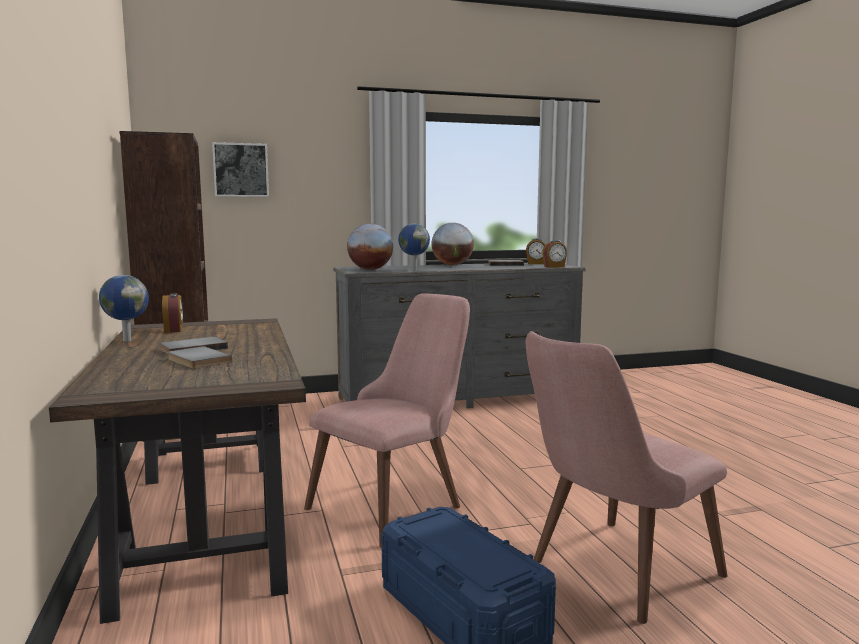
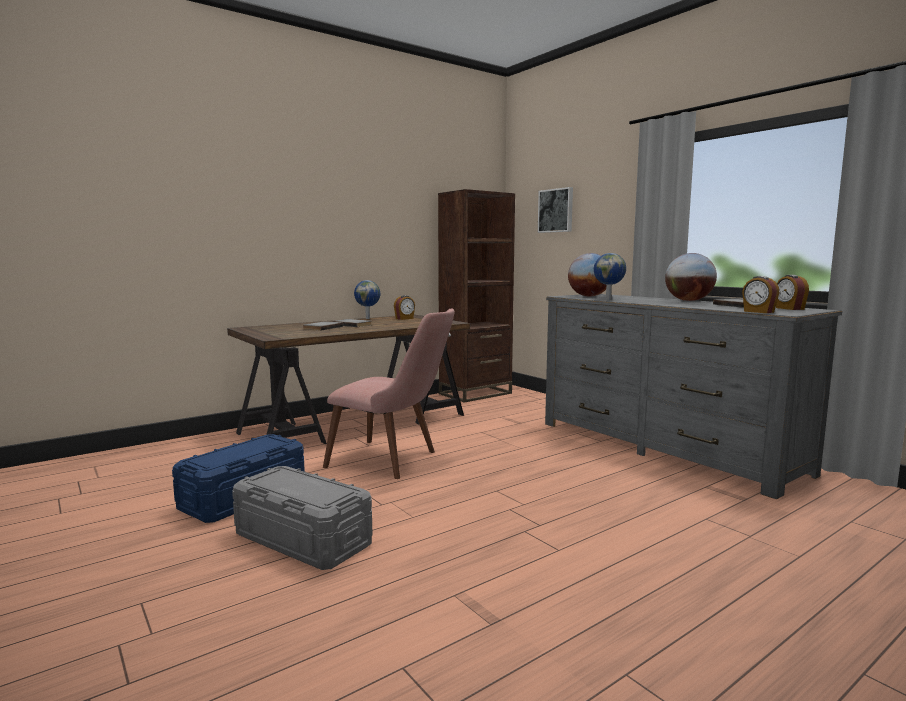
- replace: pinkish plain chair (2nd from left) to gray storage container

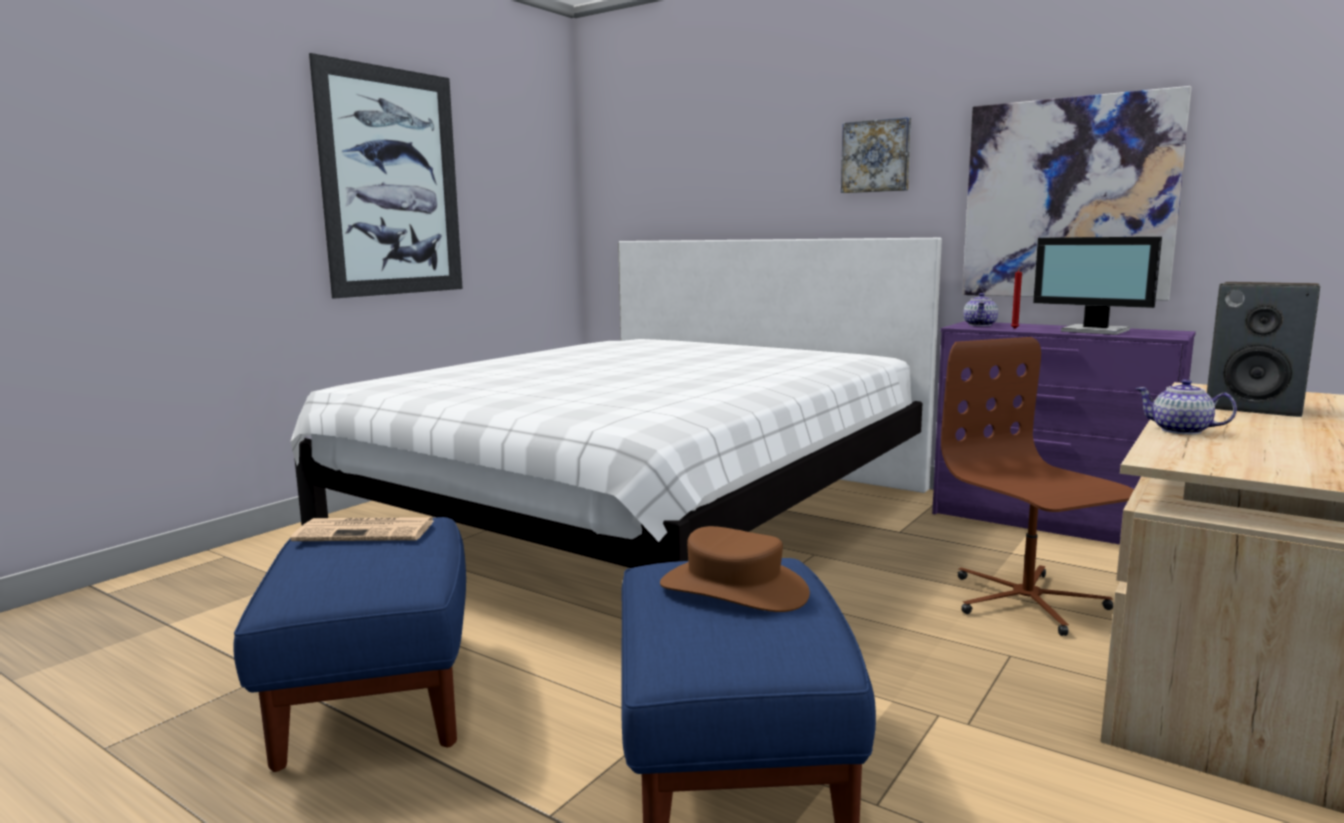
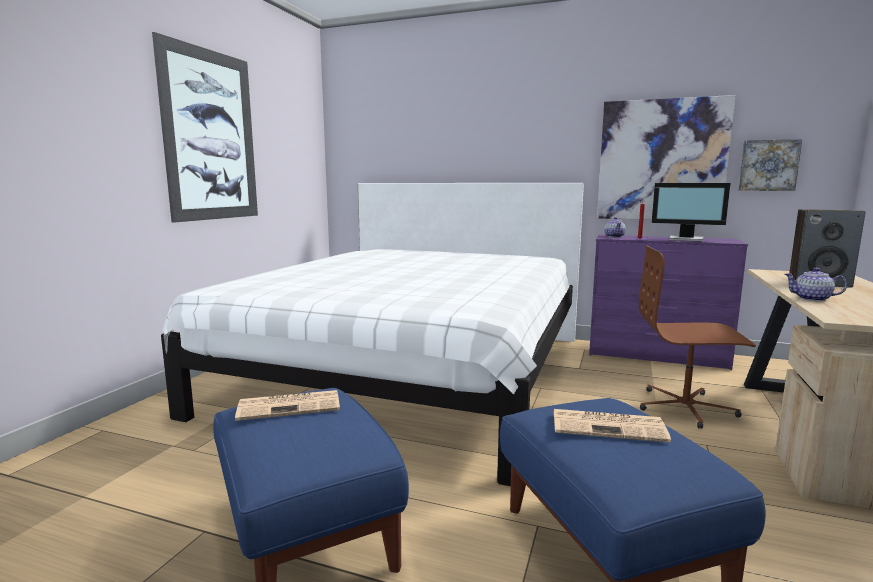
- replace: brownish hat to daily paper (2nd from left)
- rotate: brownish computer chair 45 degrees counterclockwise
- move: wall art (2nd from left in the first image) to wall art (3rd from left)

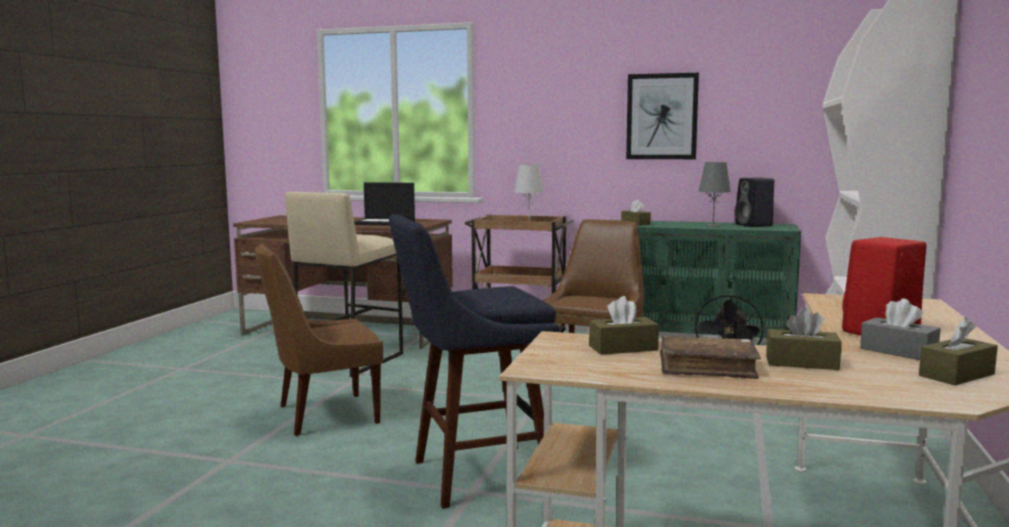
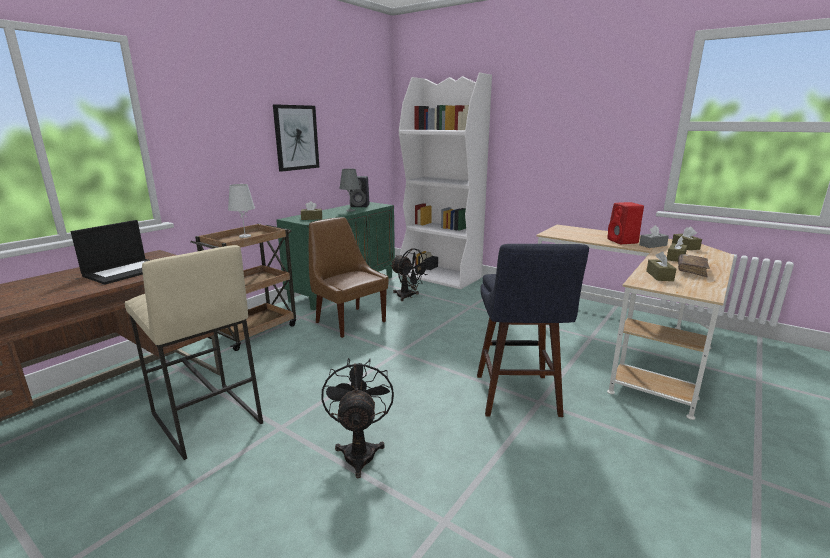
- replace: brownish plain chair (1st from left) to black-coloured cooling fan (1st from left)

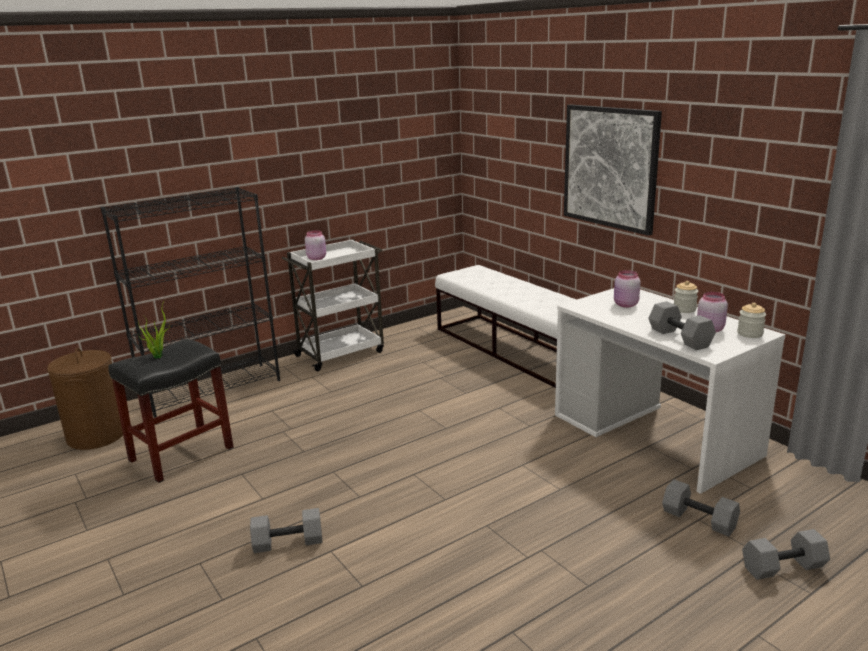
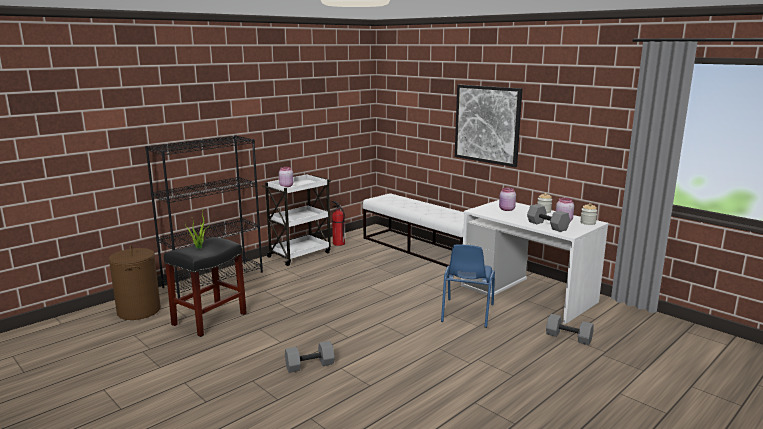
- insert: fire-fighting cylinder
- insert: bluish plain chair
- delete: gray free weight (4th from left)

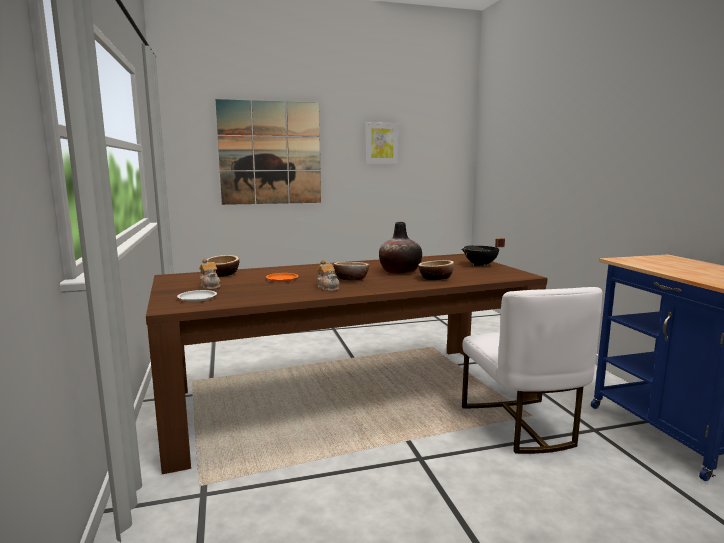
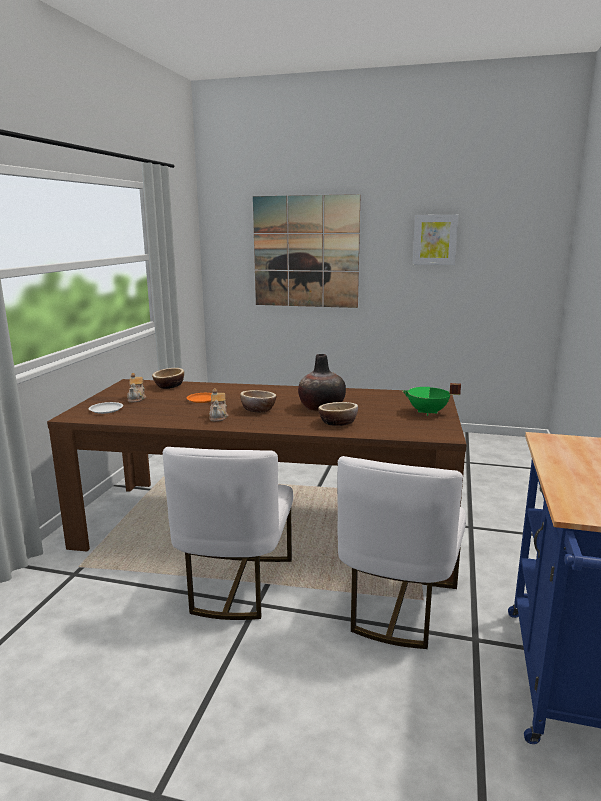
- insert: whitish plain chair (1st from left)
- recolor: black-coloured stockpot to green-coloured stockpot

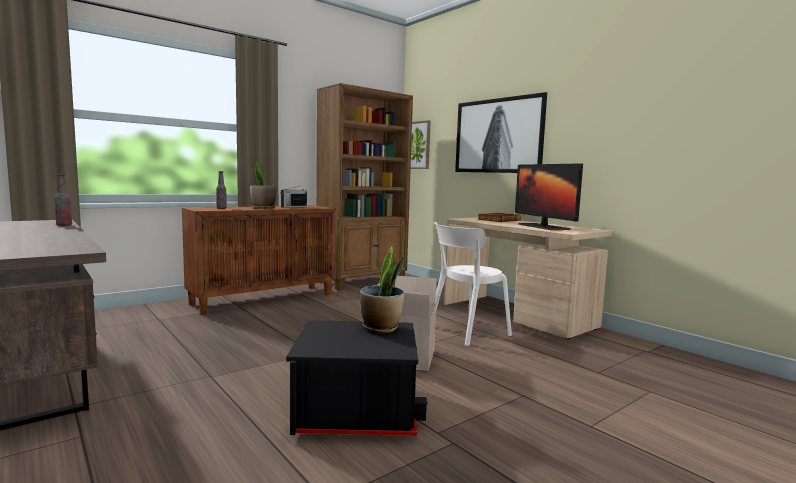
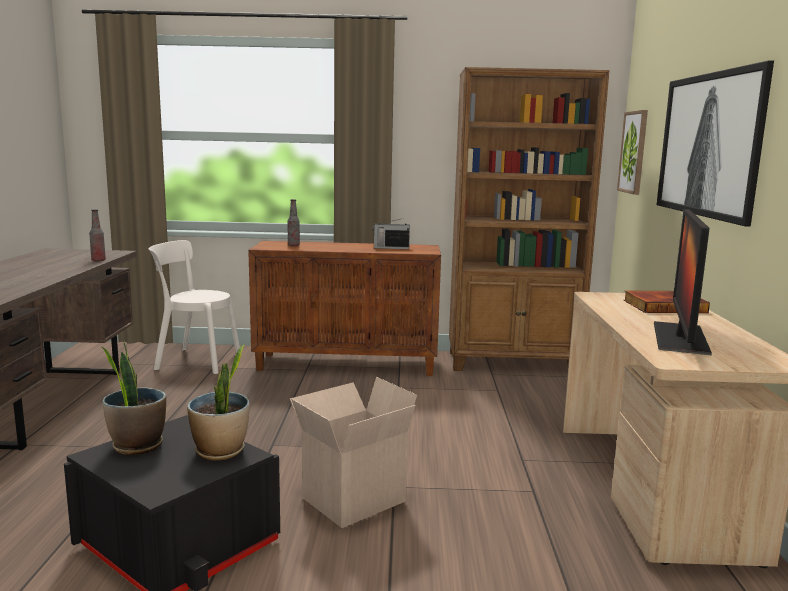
- move: plant in a pot (1st from left)
- move: whitish plain chair

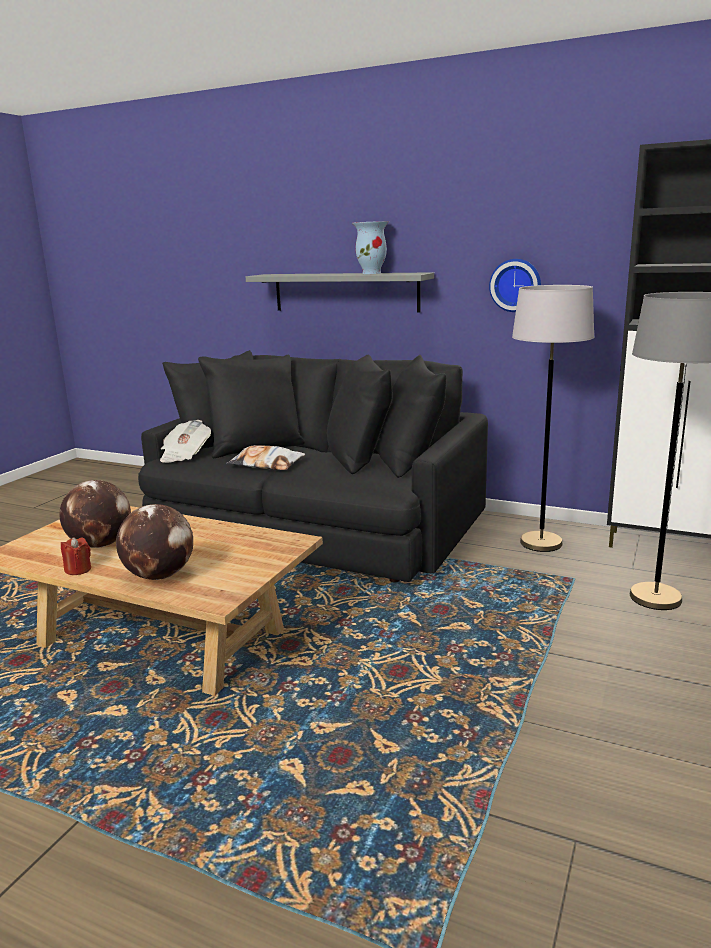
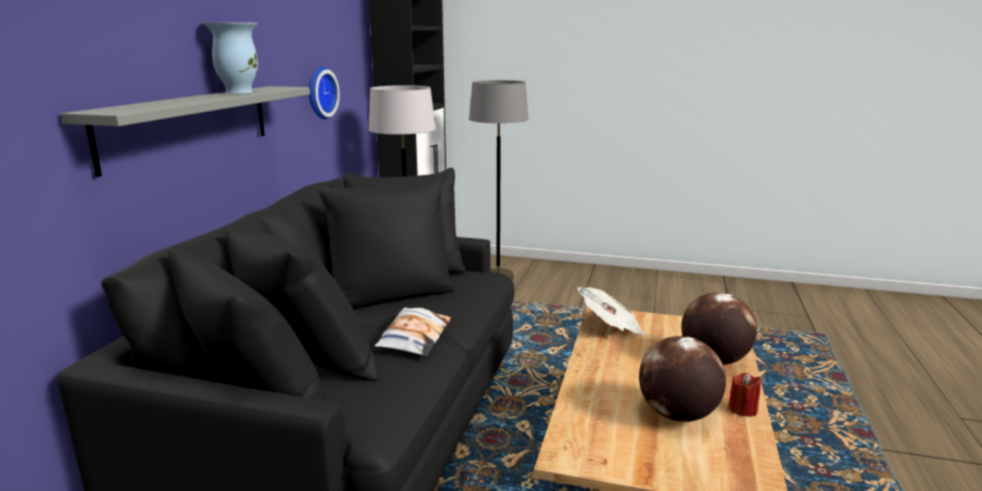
- move: daily paper

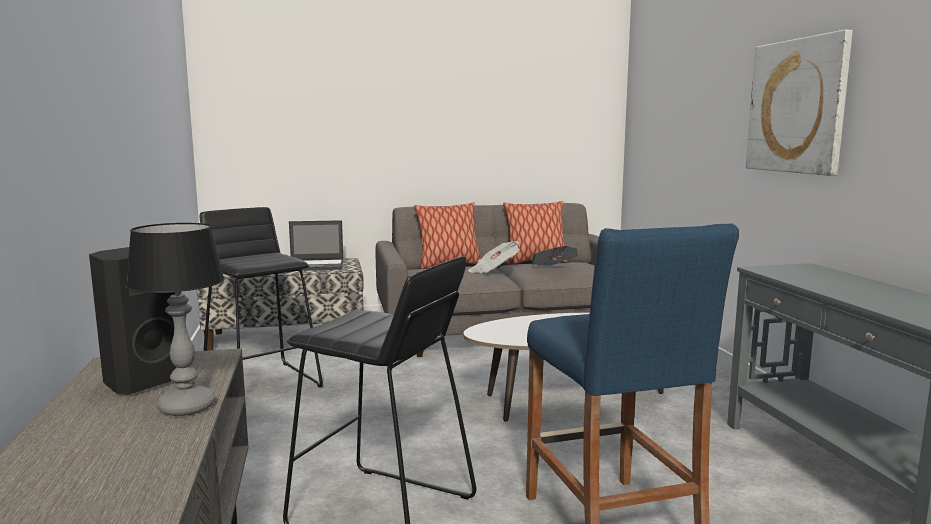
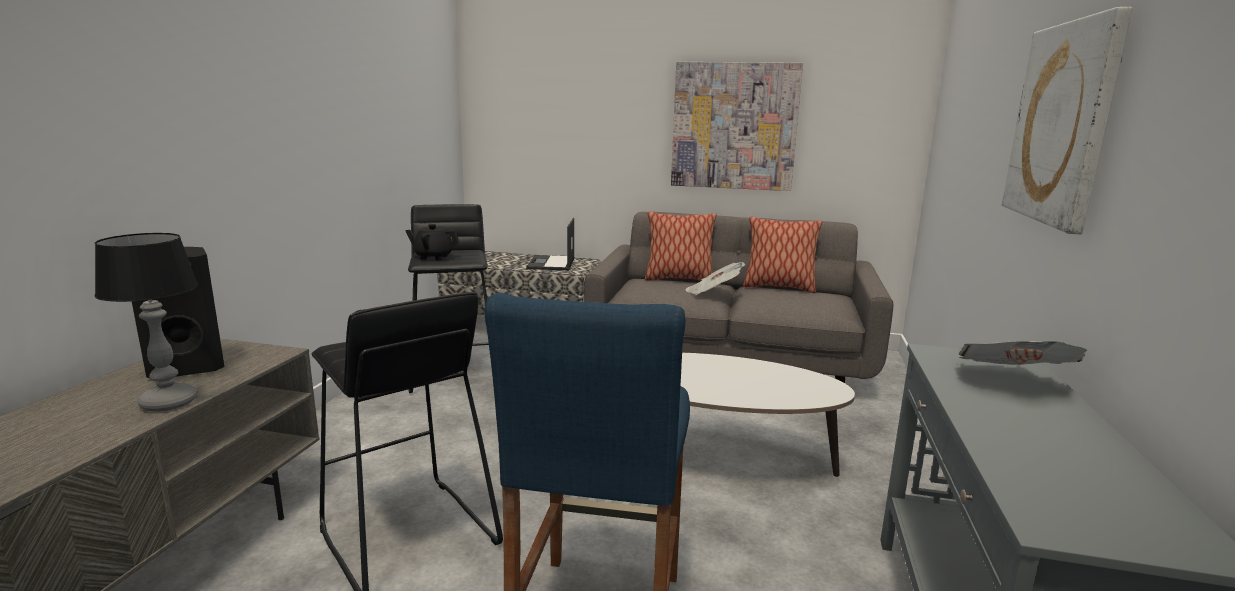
- insert: black-coloured teapot
- rotate: laptop 75 degrees clockwise
- insert: wall art (1st from left)
- move: daily paper (2nd from left)

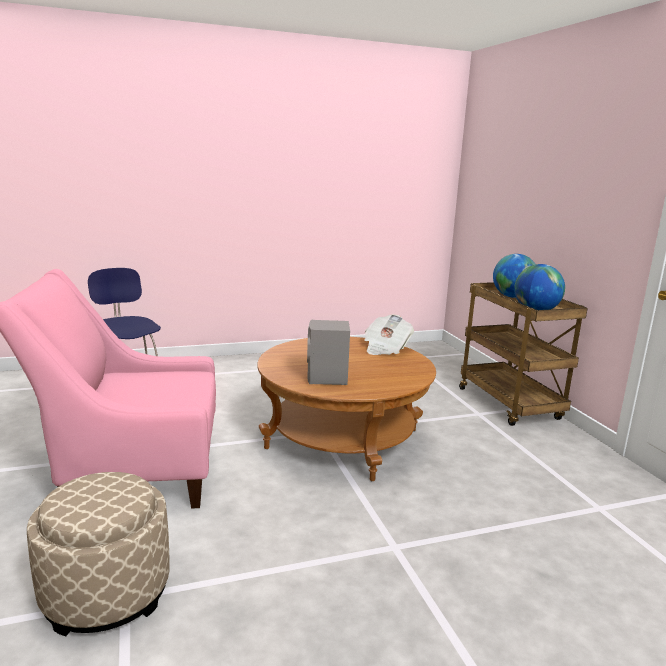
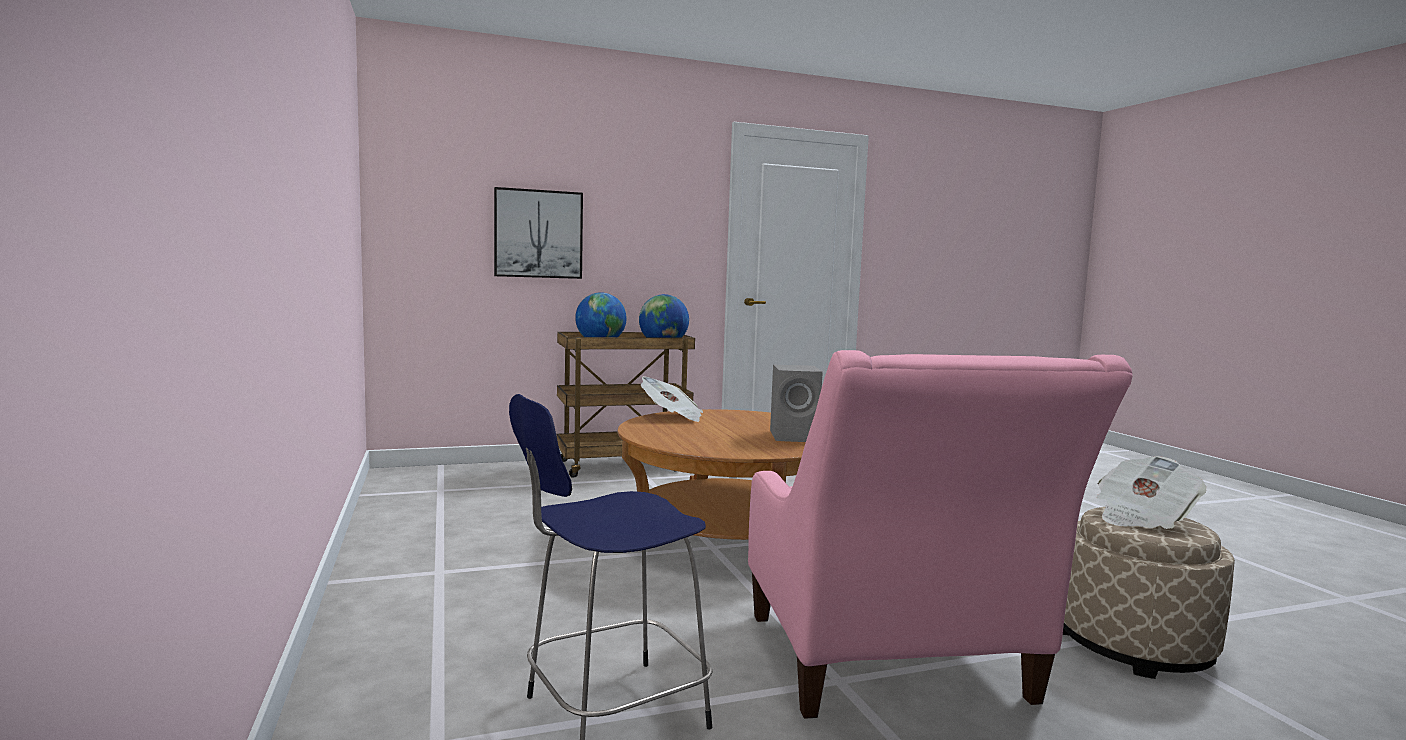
- insert: wall art
- insert: daily paper (2nd from left)

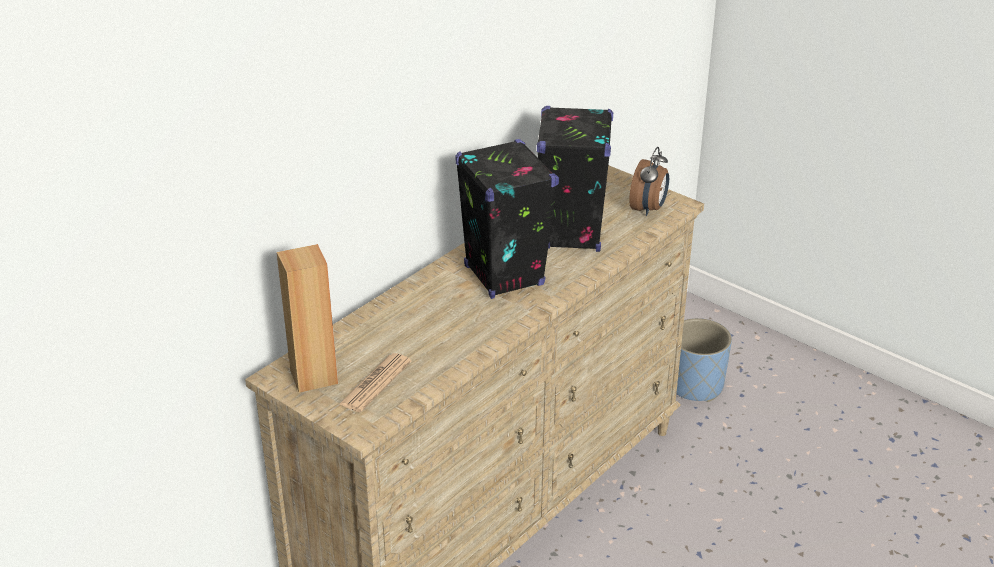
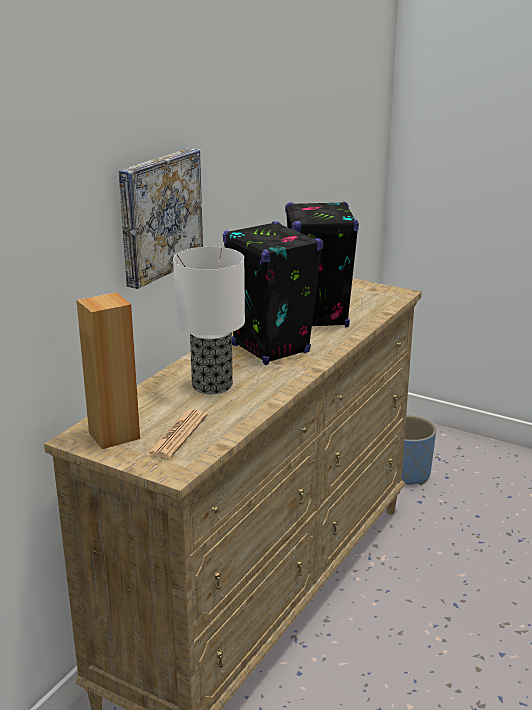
- insert: wall art
- insert: tabletop lamp
- delete: table clock

